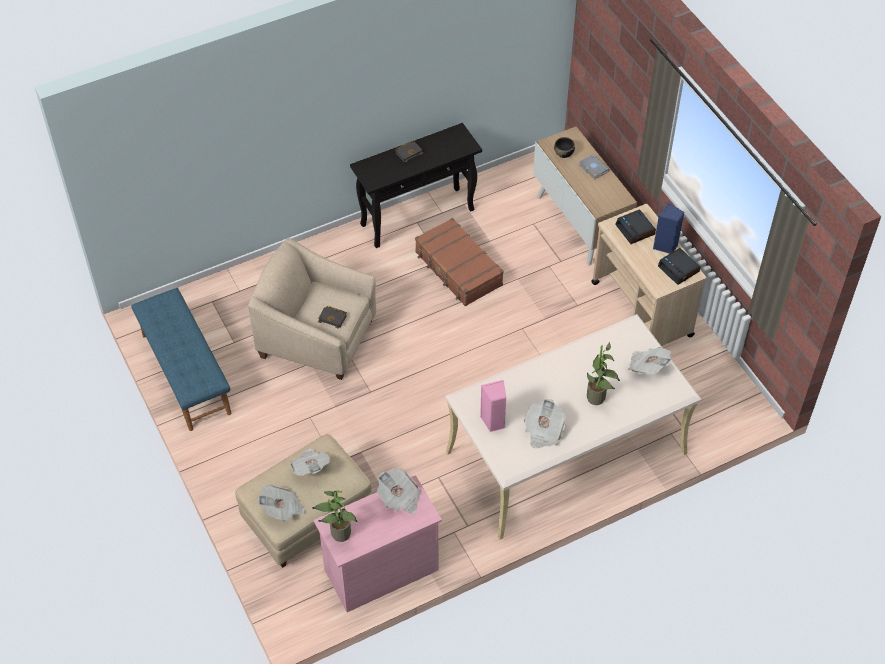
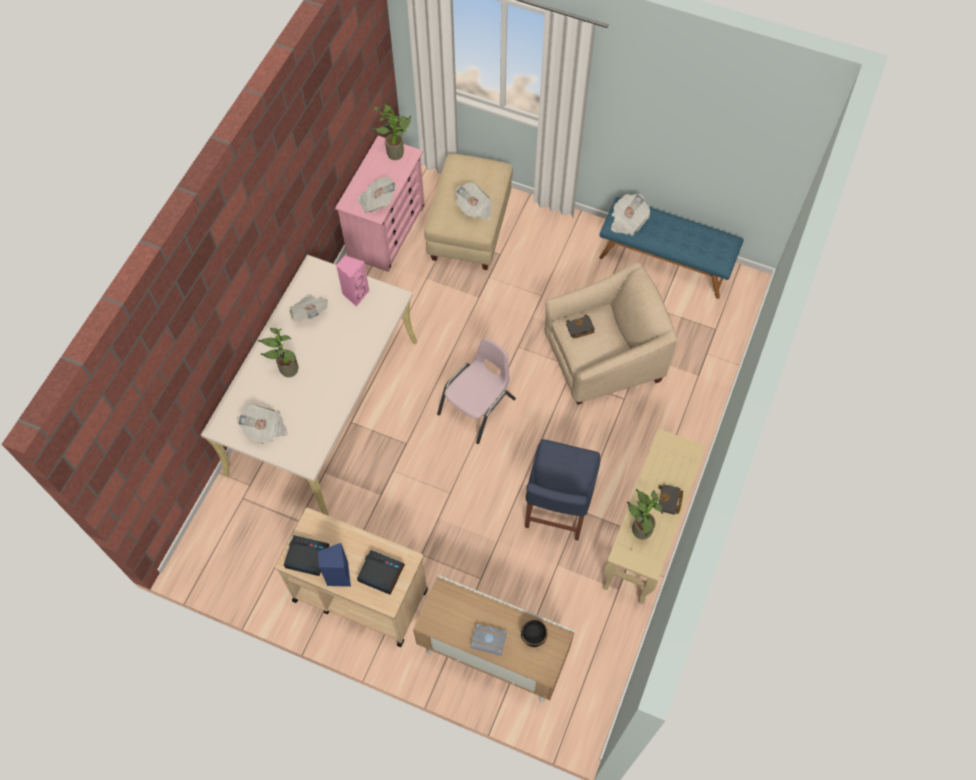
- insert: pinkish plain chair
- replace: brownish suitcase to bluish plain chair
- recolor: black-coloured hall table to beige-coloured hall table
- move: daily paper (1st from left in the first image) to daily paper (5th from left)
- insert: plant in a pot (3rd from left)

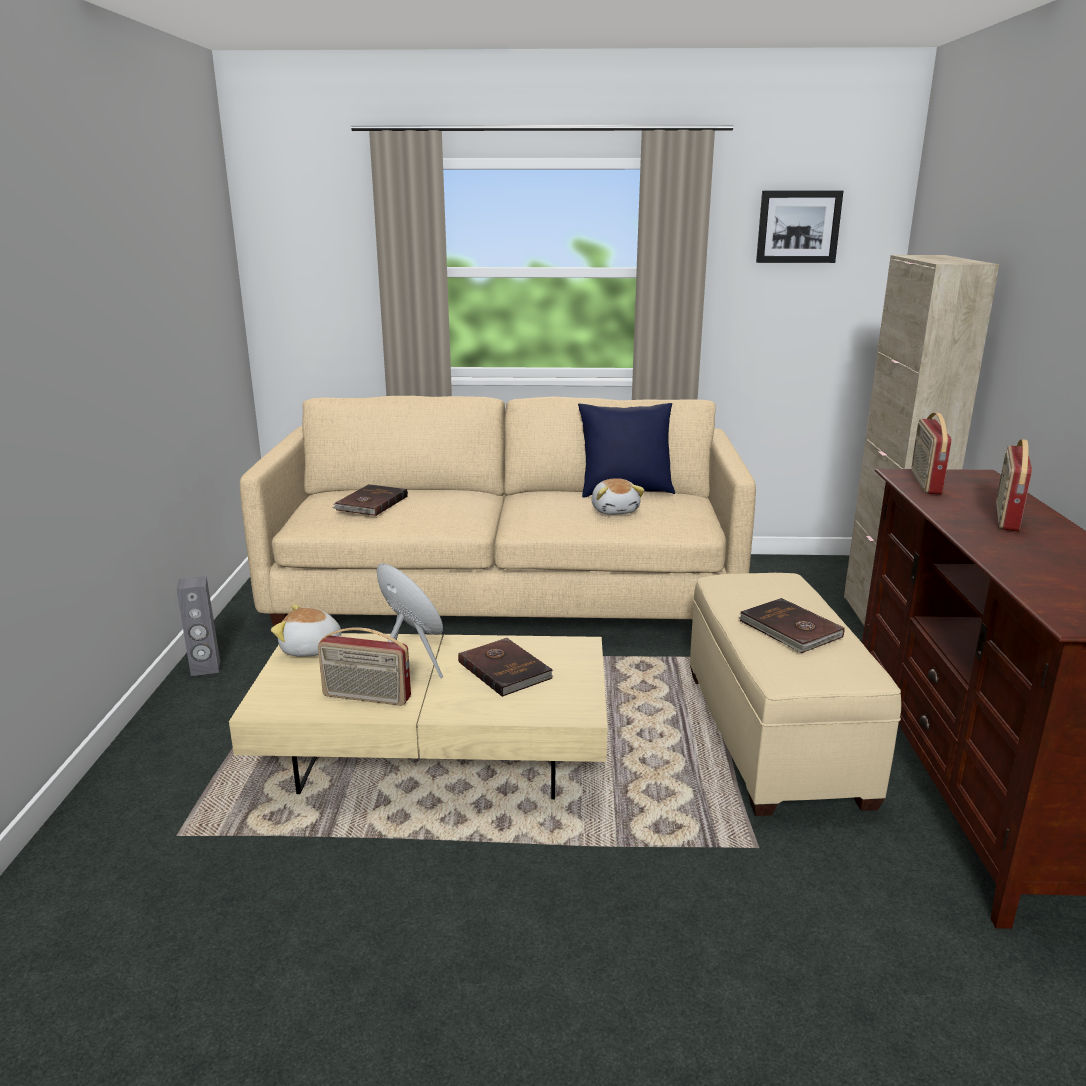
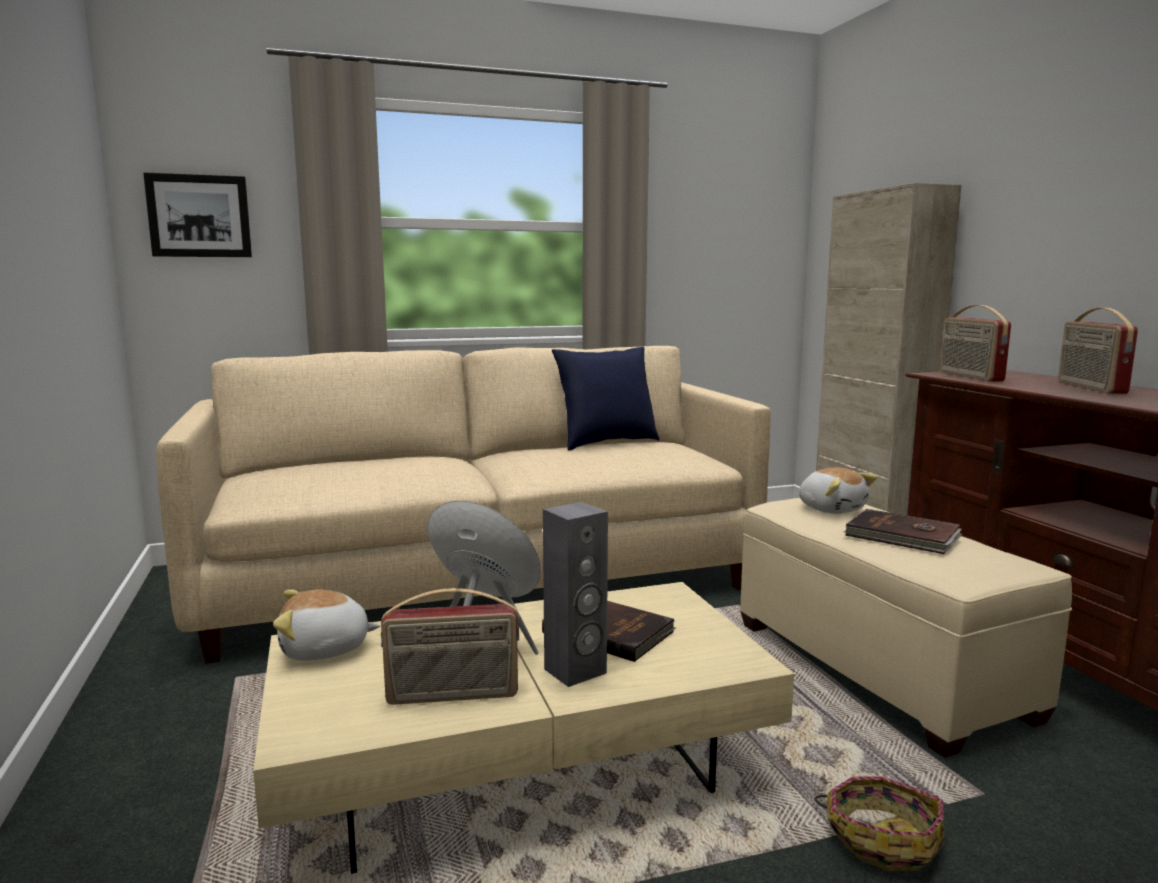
- move: wall art
- move: gray loudspeaker
- move: cuddly toy (2nd from left)
- insert: basket
- delete: brownish volume (1st from left)

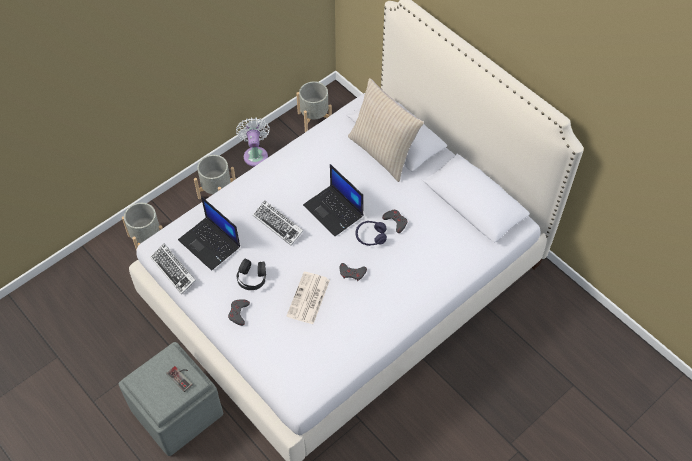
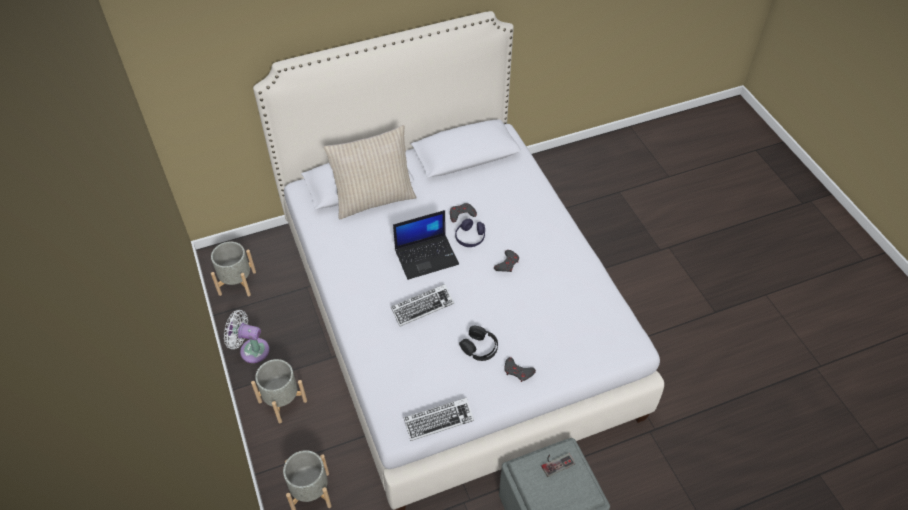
- delete: laptop (1st from left)
- delete: daily paper

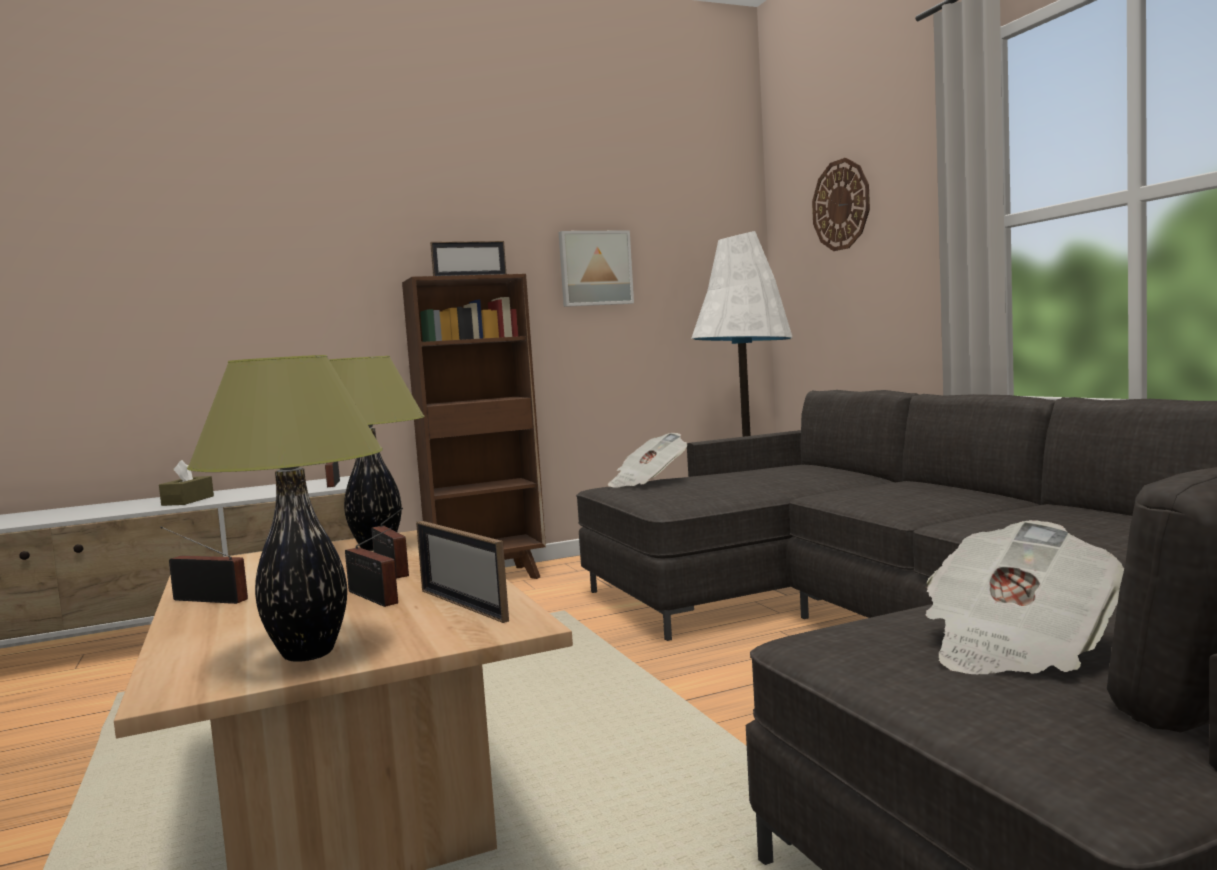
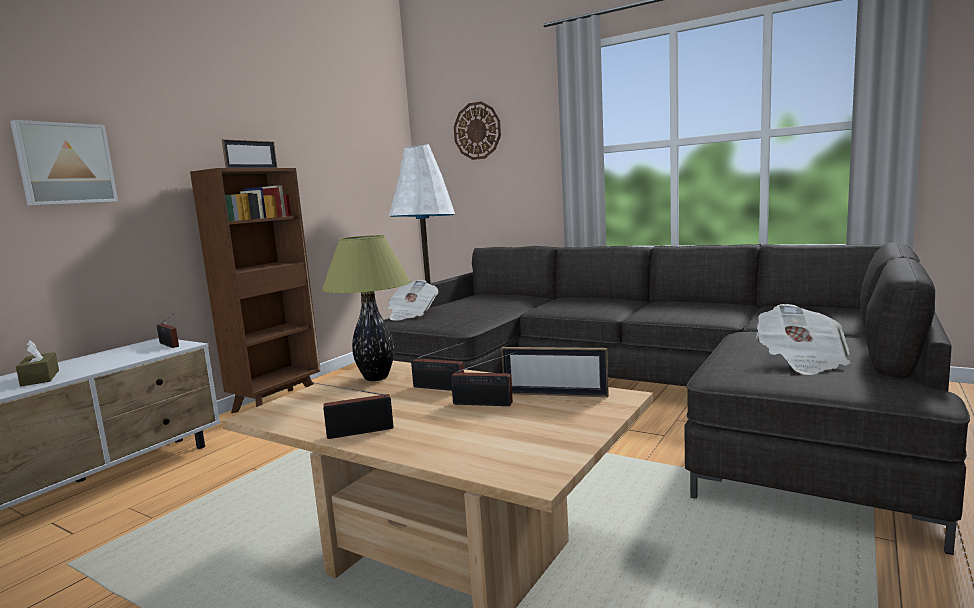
- move: wall art
- delete: tabletop lamp (1st from left)

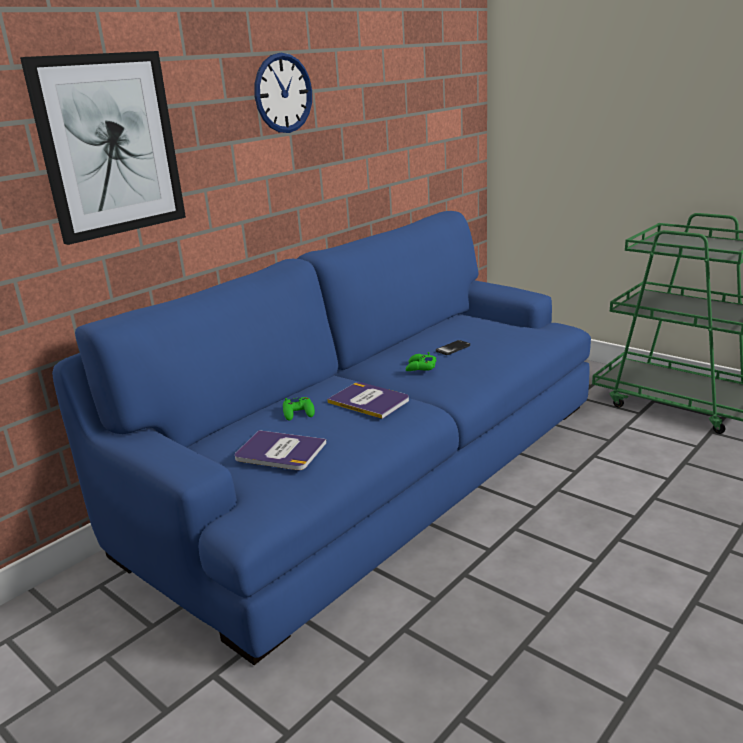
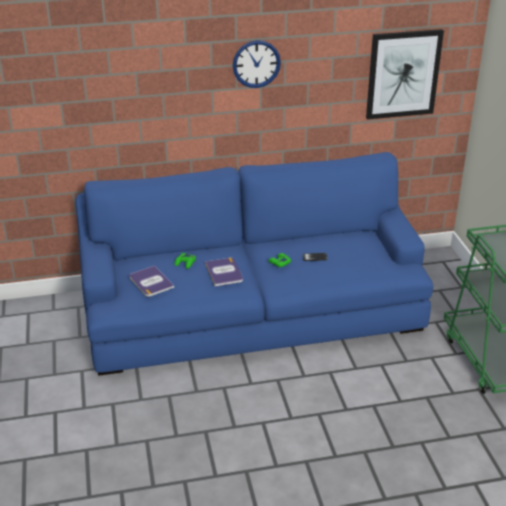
- move: wall art

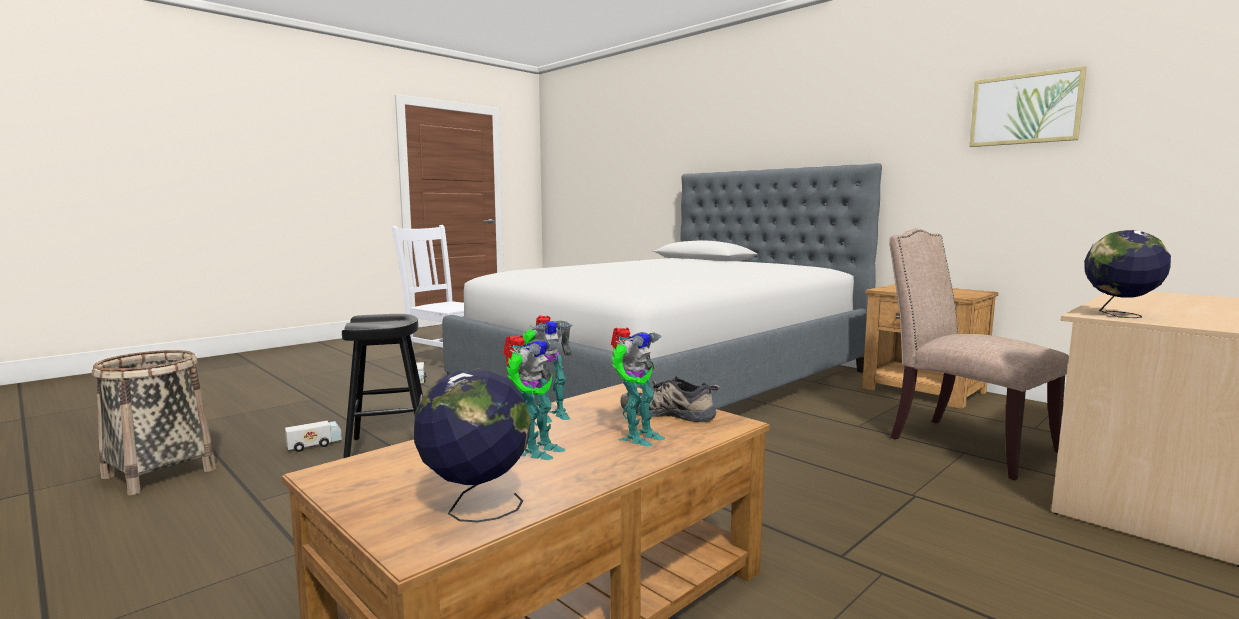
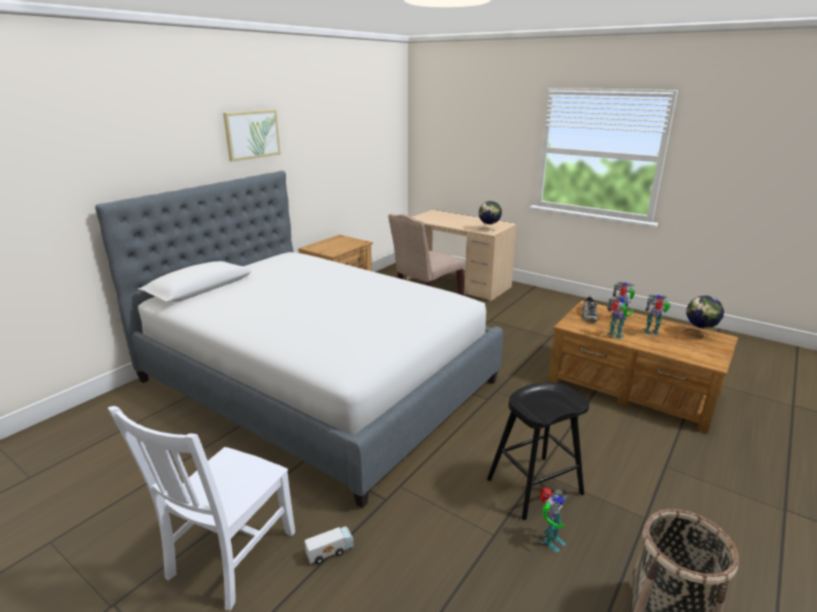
- move: wall art
- replace: toy lorry (1st from left) to model robot (1st from left)

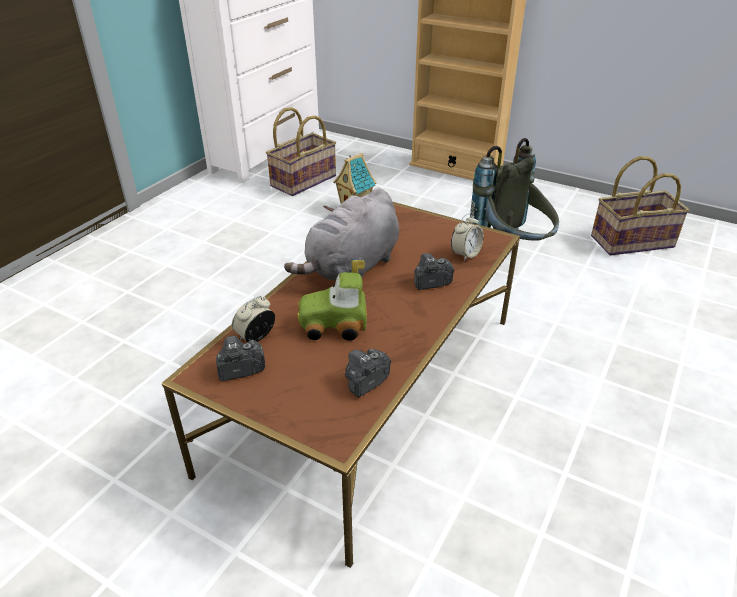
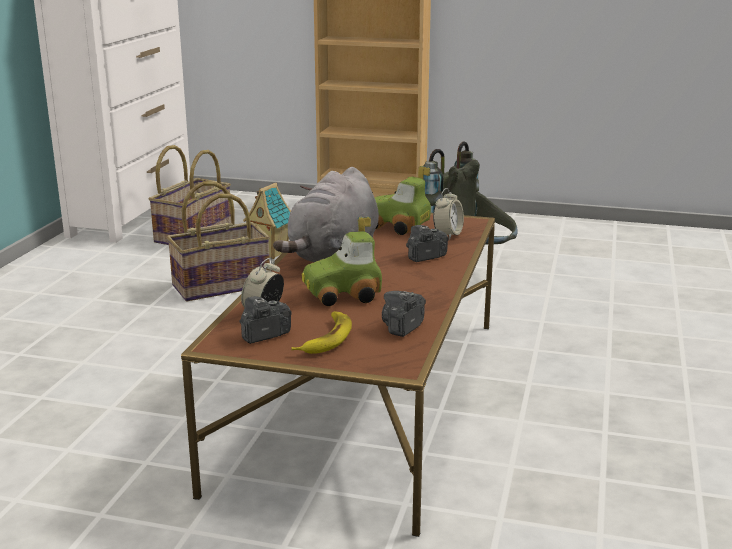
- move: basket (2nd from left)
- insert: banana
- insert: model car (2nd from left)

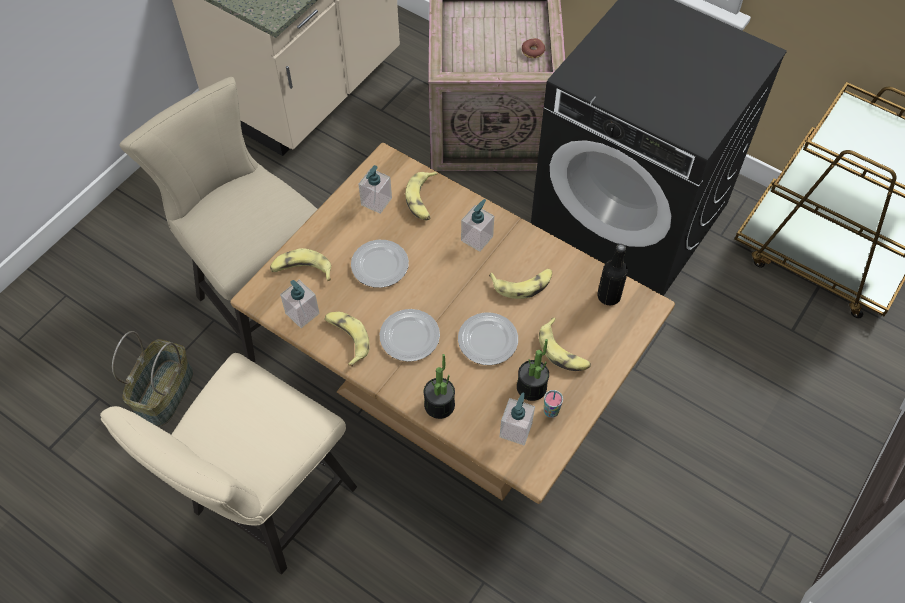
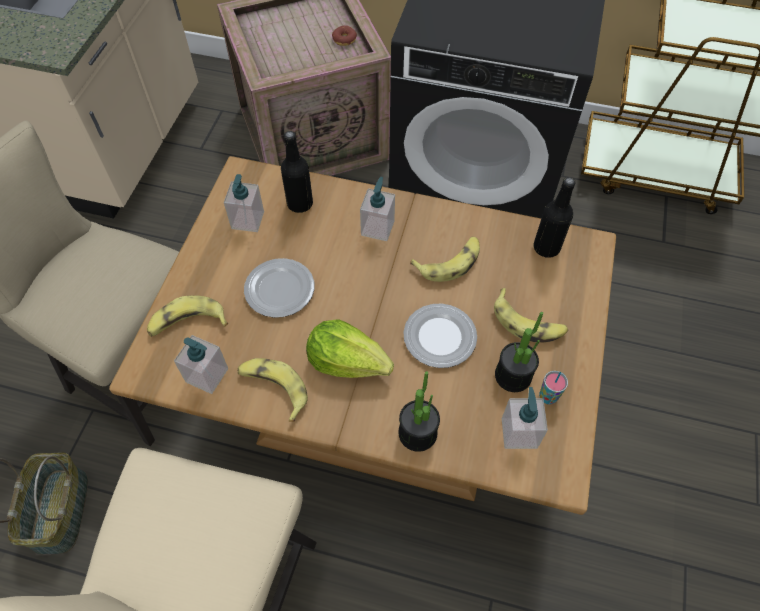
- replace: banana (3rd from left) to black-coloured bottle (1st from left)
- replace: plate (2nd from left) to head of lettuce

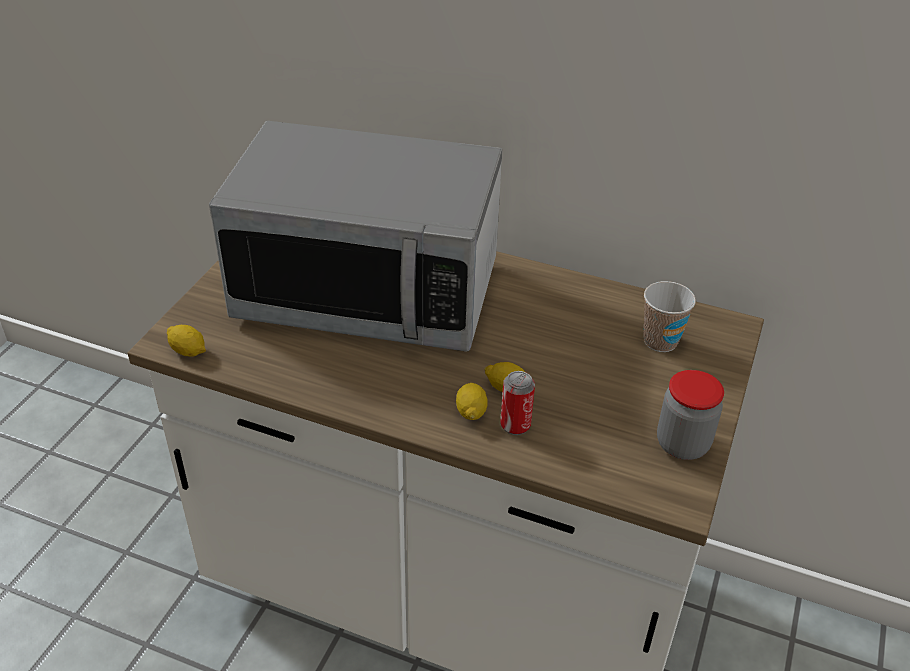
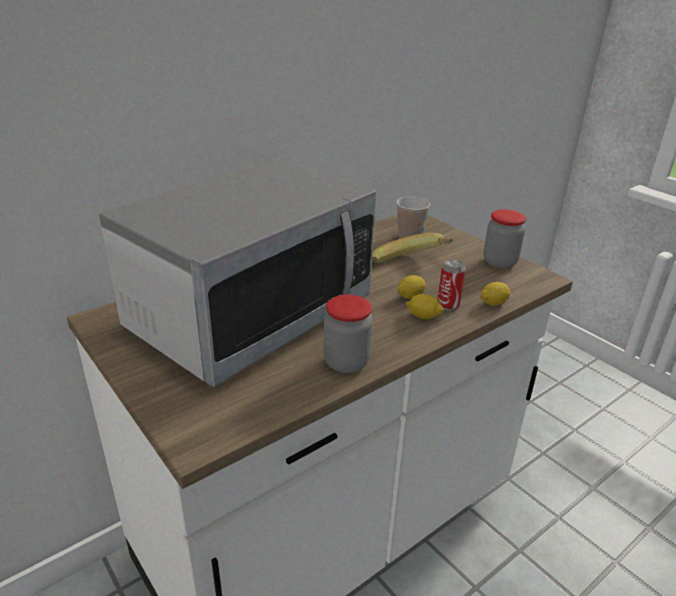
- insert: storage jar (1st from left)
- insert: banana
- move: lemon (1st from left in the first image) to lemon (3rd from left)

